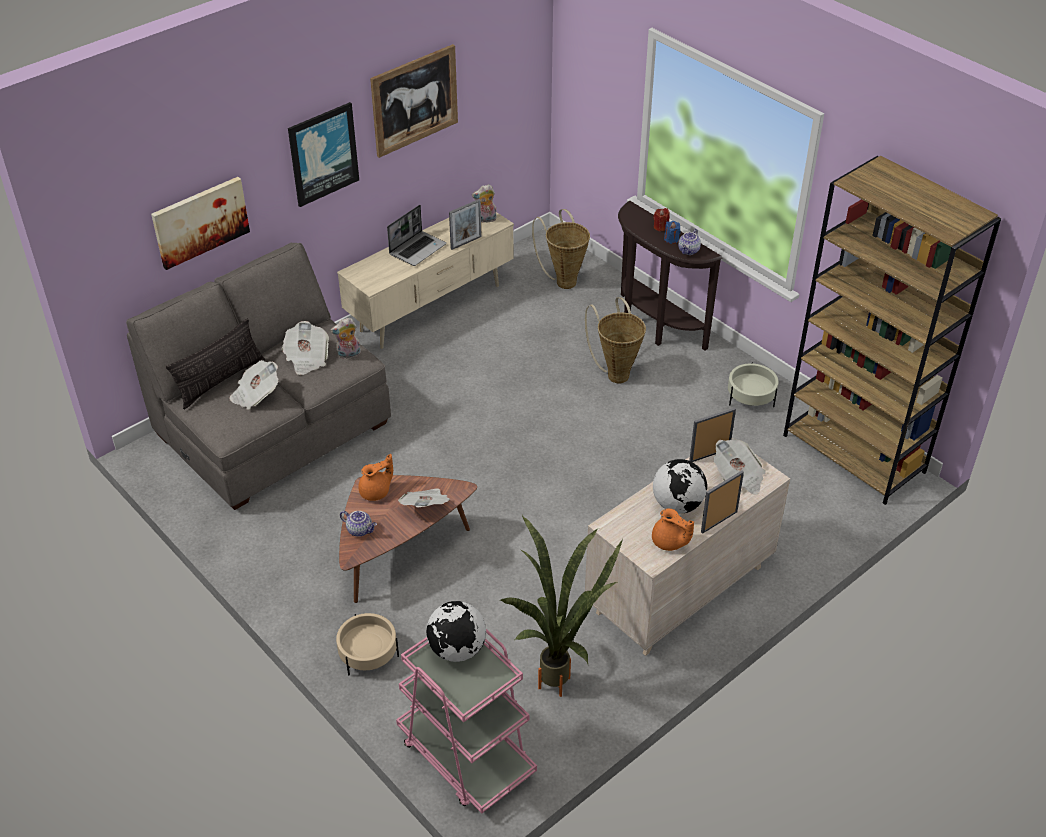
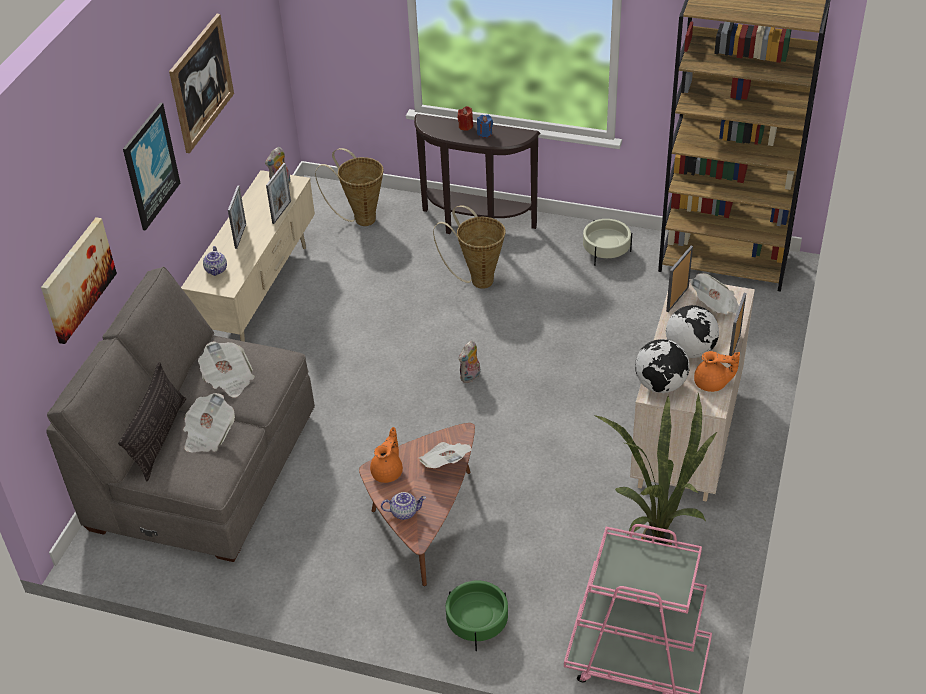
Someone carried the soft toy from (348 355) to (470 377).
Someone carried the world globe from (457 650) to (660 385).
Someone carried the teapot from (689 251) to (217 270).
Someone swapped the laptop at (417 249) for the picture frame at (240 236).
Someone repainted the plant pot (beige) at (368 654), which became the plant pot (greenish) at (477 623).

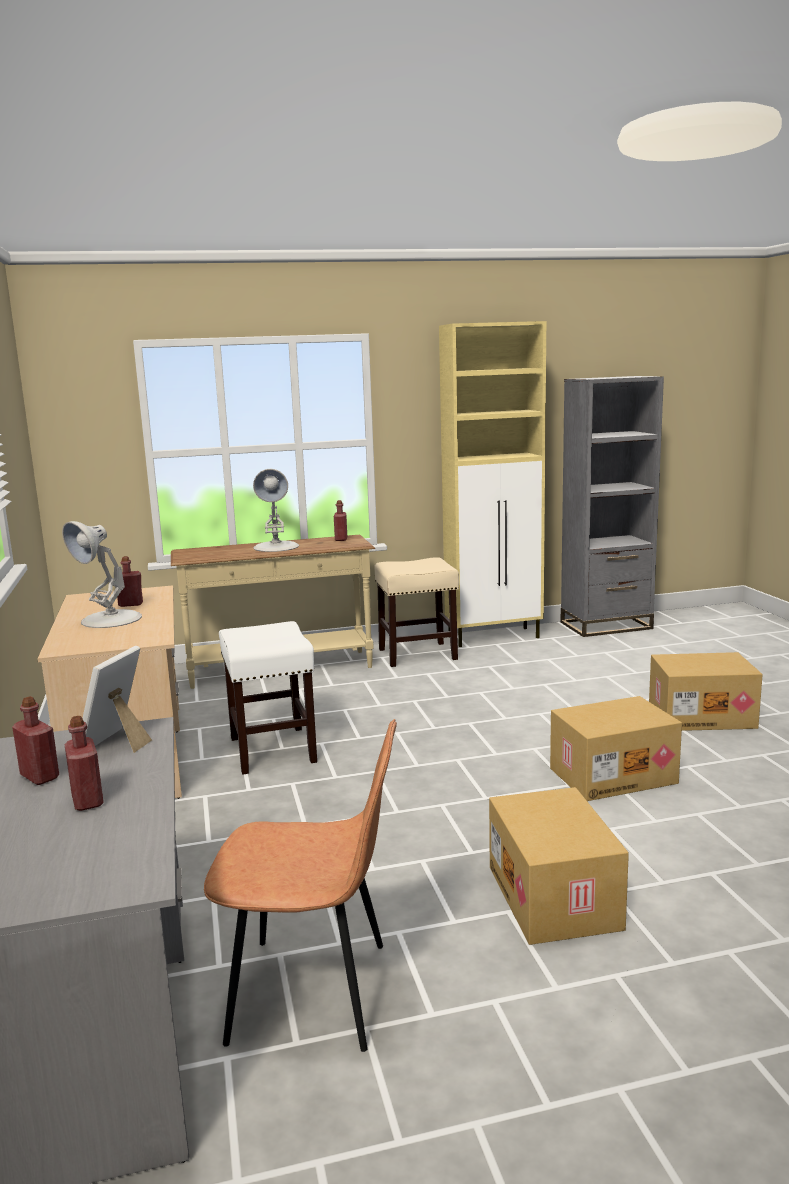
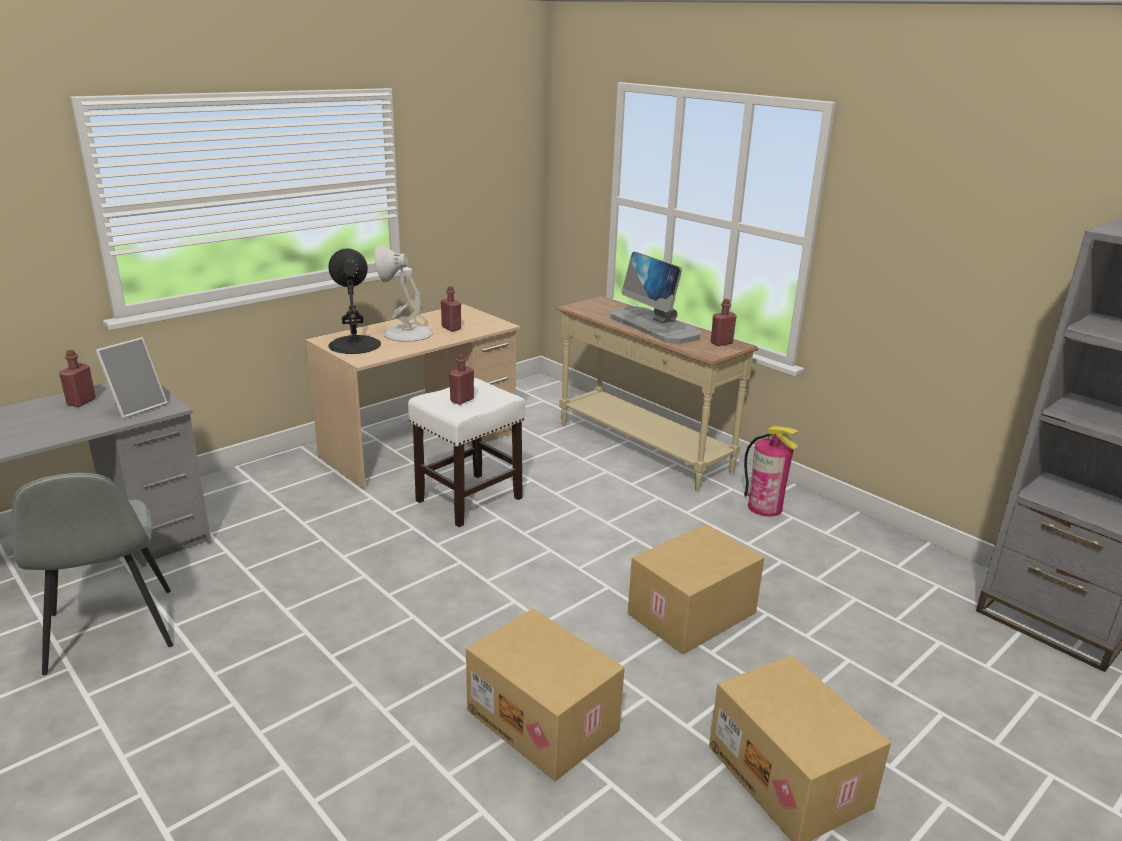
Someone took away the cabinet (beige) at (495 637).
Someone put down the tabletop lamp (black) at (354 344).
Someone carried the bottle (reddish) from (87 801) to (462 400).
Someone carried the packing box from (556 897) to (692 614).
Someone swapped the tabletop lamp (white) at (276 547) for the monitor at (654 326).
Someone swapped the stool seat (beige) at (418 654) for the fire-fighting cylinder at (765 507).
Someone repainted the chair (brown-coloured) at (314 993), which became the chair (gray) at (110 632).
Someone rotated the picture frame at (117 744) by 135 degrees clockwise.

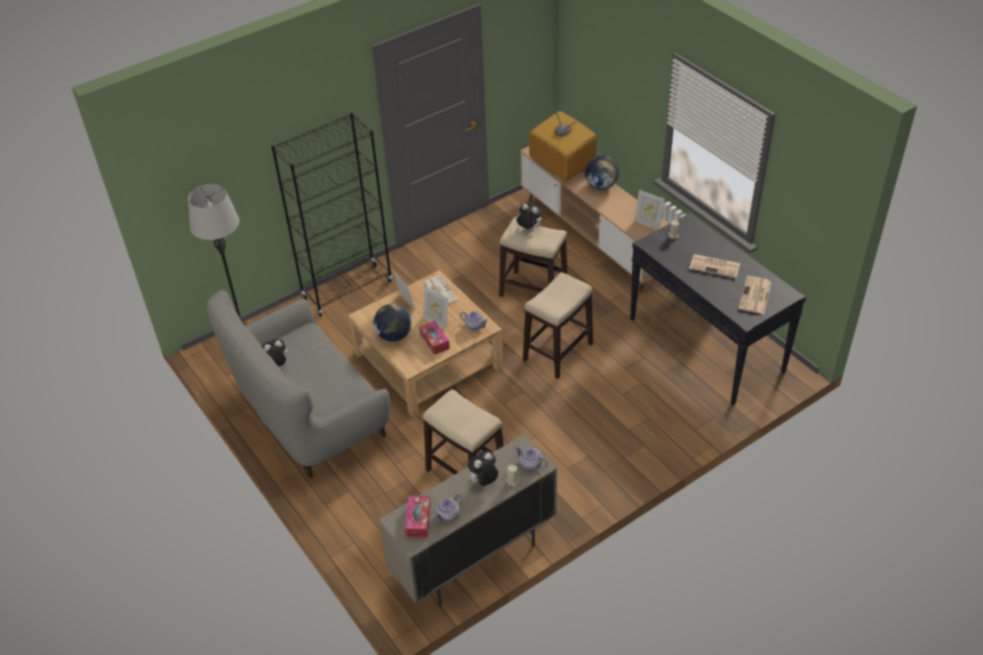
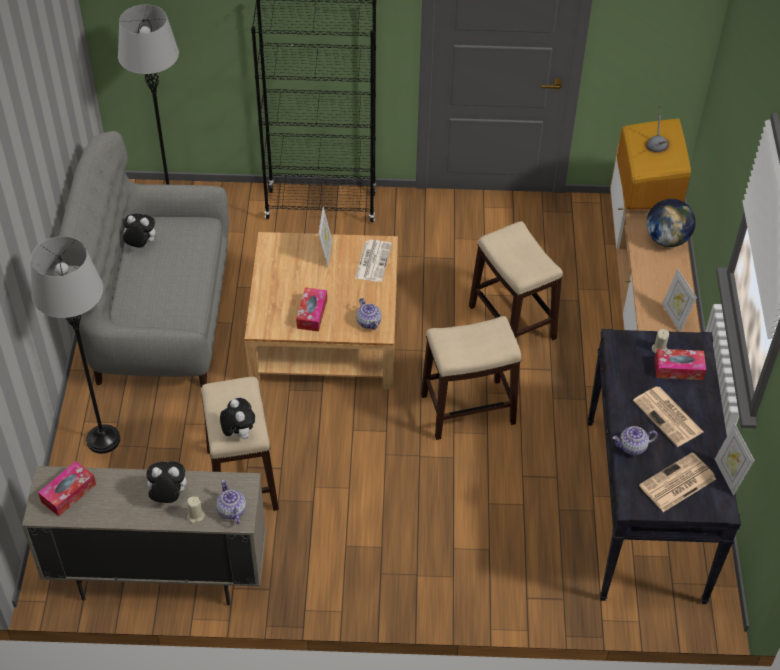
Someone took away the world globe at (394 336).
Someone put down the standing lamp (gray) at (103 440).
Someone put down the tissue holder at (678 369).
Someone carried the picture frame from (436 320) to (728 476).
Someone carried the teapot from (448 515) to (633 447).
Someone carried the soft toy from (529 228) to (238 433).

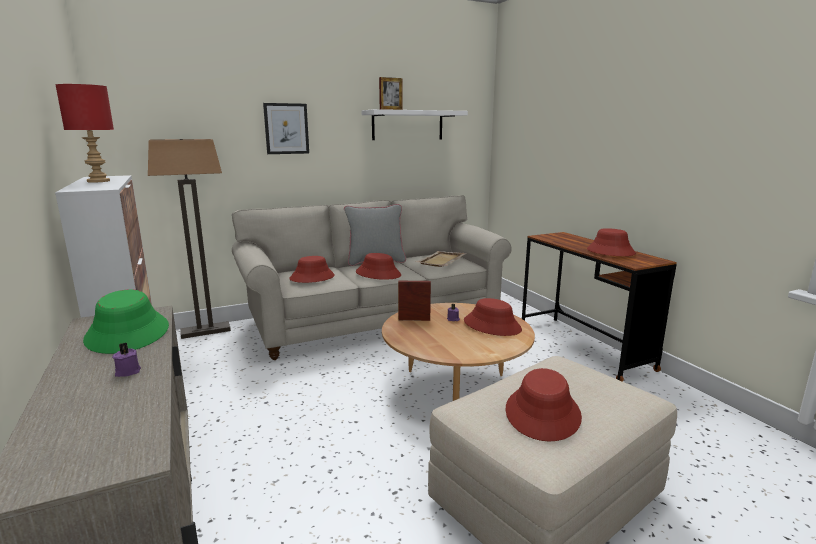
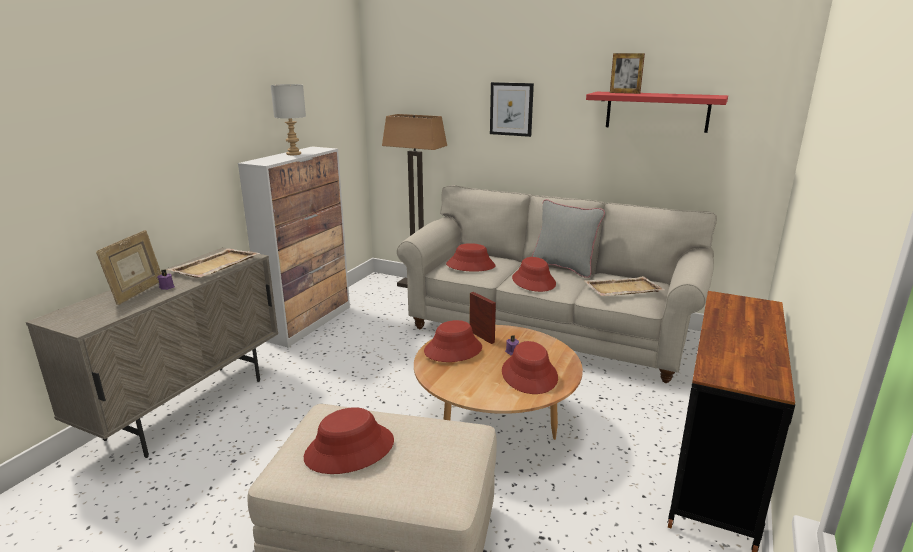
Someone put down the picture frame at (137 292).
Someone carried the wearable hat (reddish) from (610 252) to (453 350).
Someone swapped the wearable hat (greenish) at (128 333) for the serving tray (beige) at (215 265).
Someone repainted the tabletop lamp (reddish) at (99 181), which became the tabletop lamp (gray) at (294 154).
Someone repainted the wall shelf (white) at (407 125), which became the wall shelf (reddish) at (657 111).

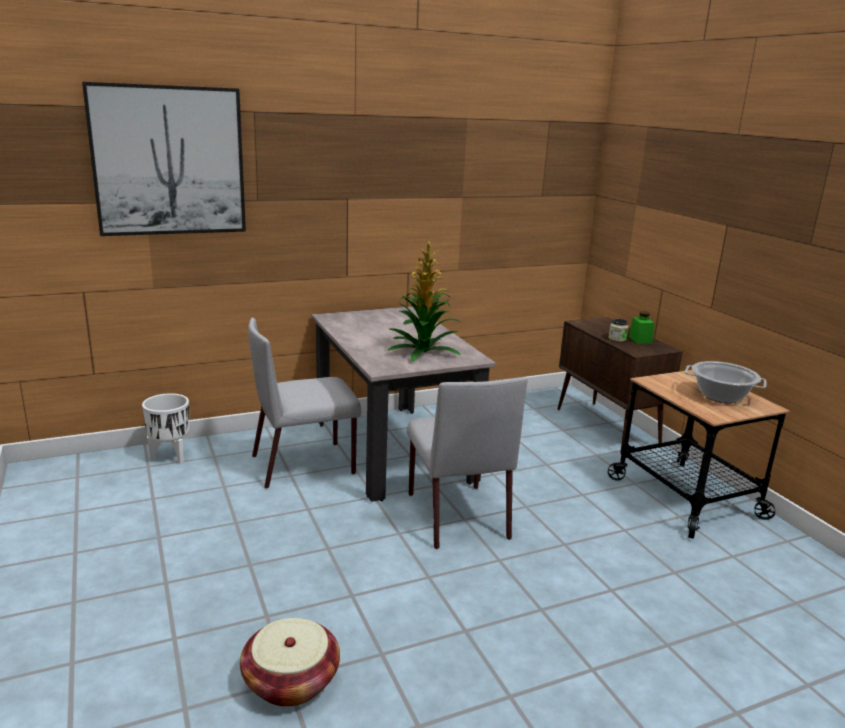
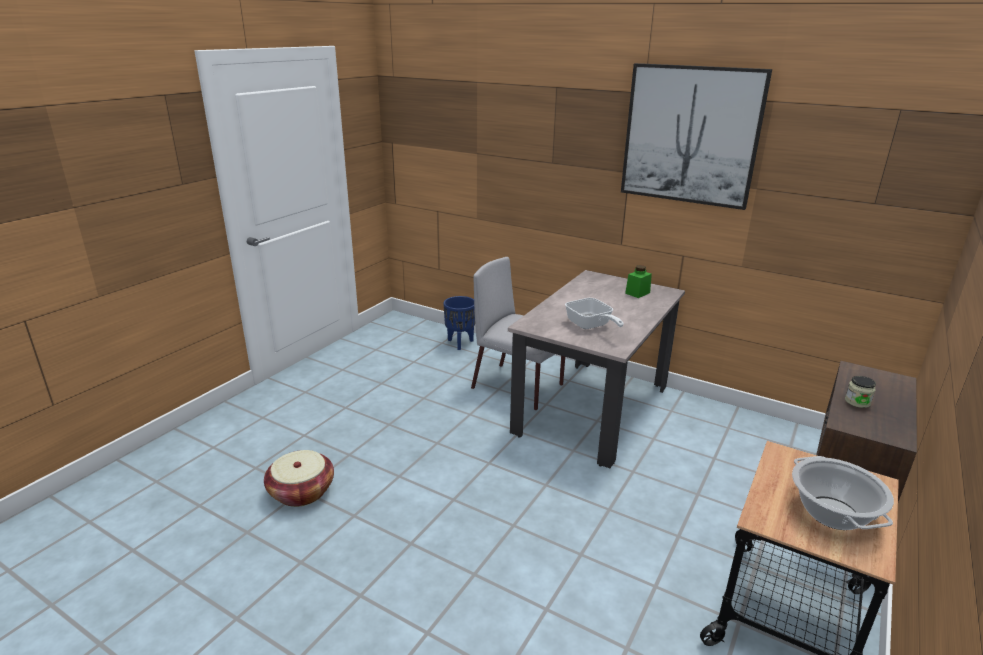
Someone took away the chair (gray) at (456 514).
Someone carried the wall art from (169 161) to (690 135).
Someone carried the storage jar (greenish) from (640 340) to (637 293).
Someone swapped the houseplant at (422 351) for the pan at (590 326).
Someone repainted the plant pot (white) at (171 457), which became the plant pot (bluish) at (460 343).

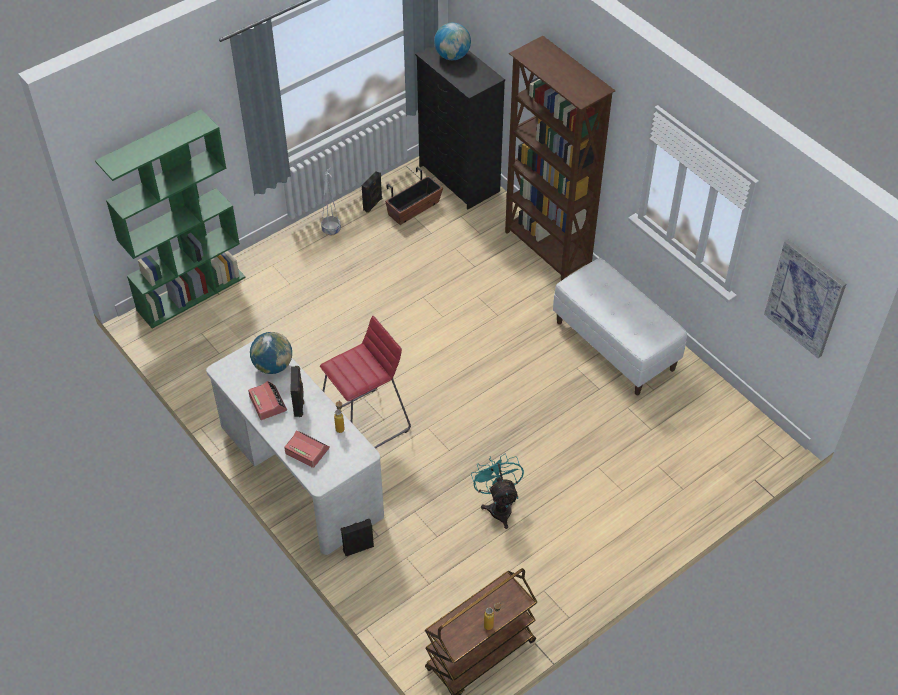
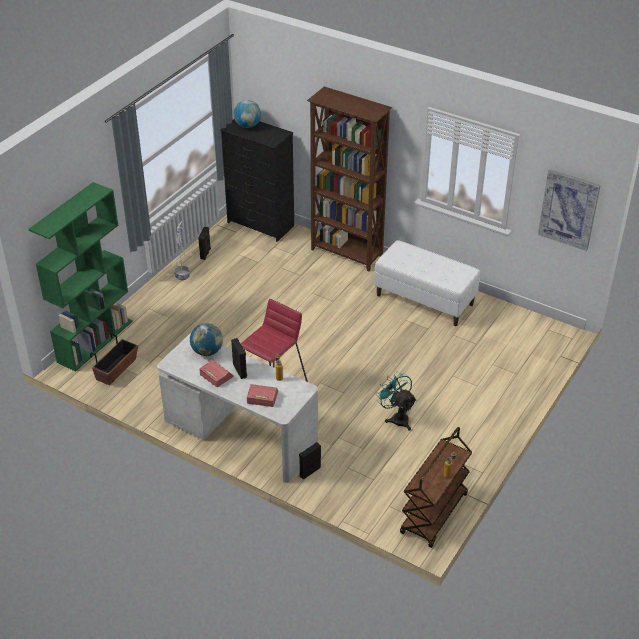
Someone carried the plant pot from (414 209) to (116 369).

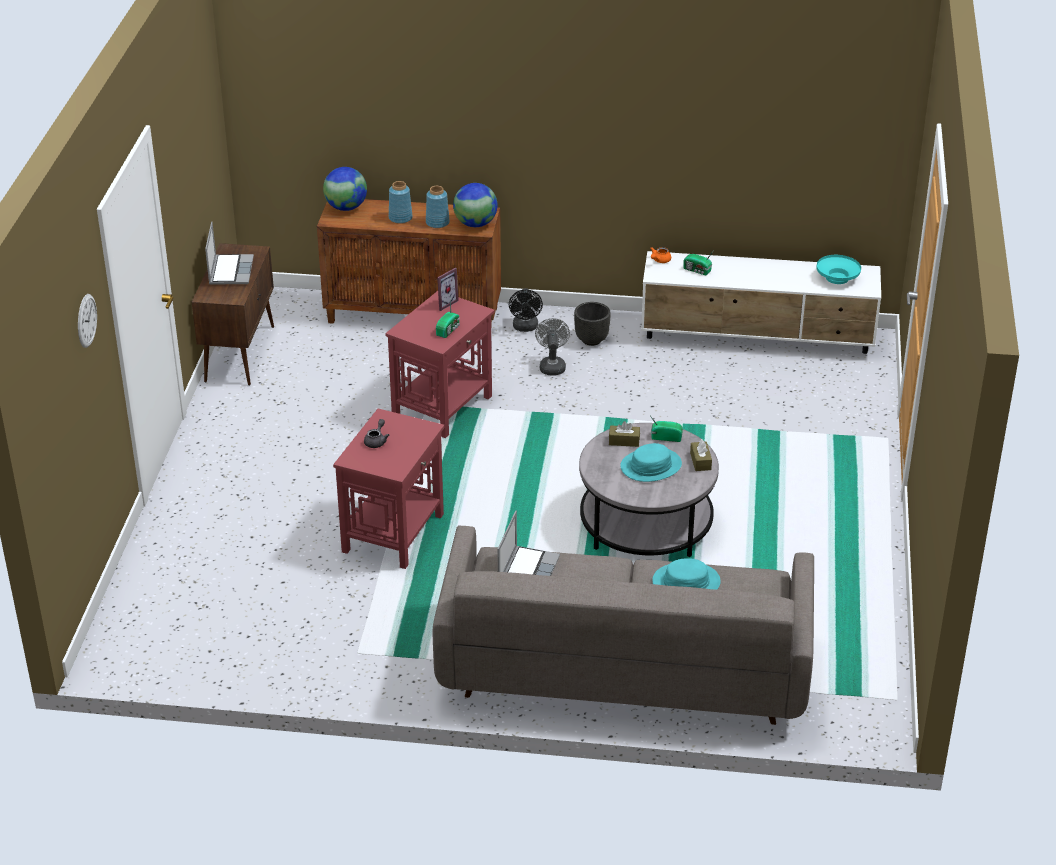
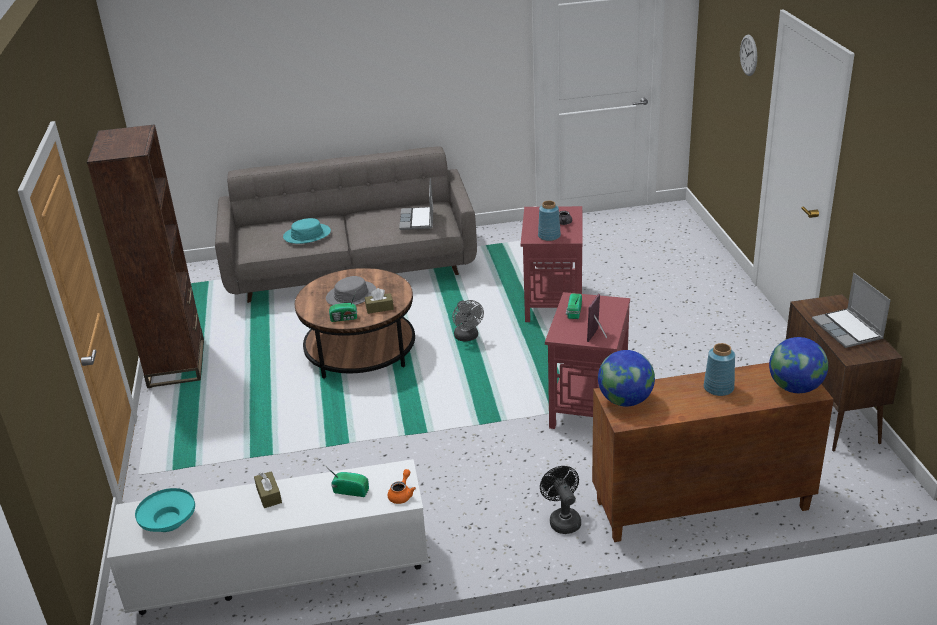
Someone took away the plant pot (black) at (592 340).
Someone put down the bookcase (brown-coloured) at (177 363).
Someone carried the vase (bluish) from (438 223) to (548 236).
Someone carried the cooling fan (gray) from (552 366) to (467 337).
Someone carried the tissue holder (brown-coloured) from (700 461) to (269 495).
Someone repainted the coffee table (gray) at (646 523), which became the coffee table (brown-coloured) at (360 351).
Someone repainted the wearable hat (turquoise) at (651 466), which became the wearable hat (gray) at (351 295).

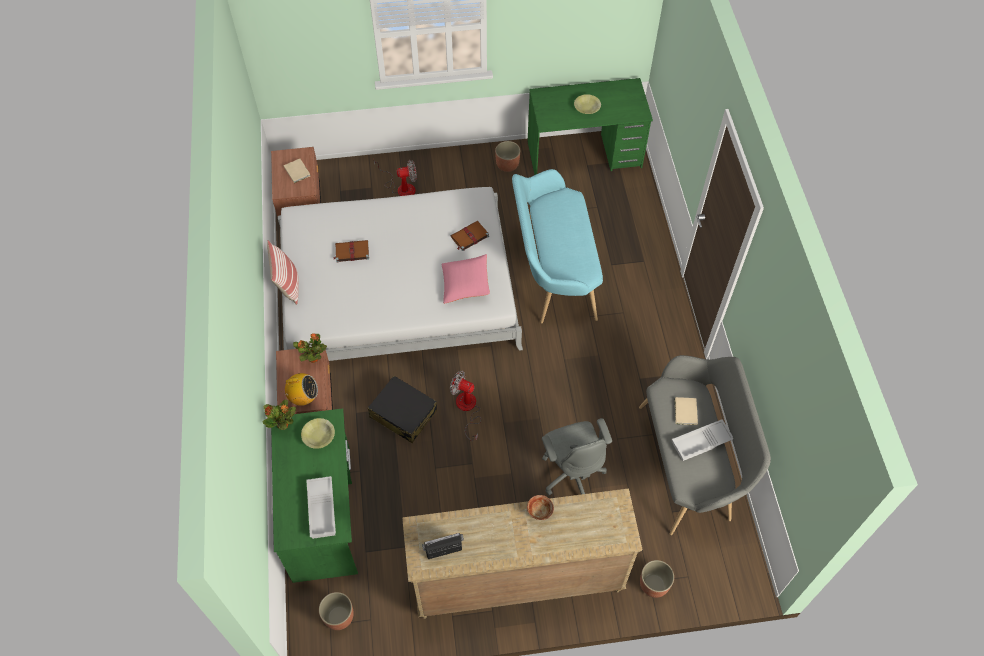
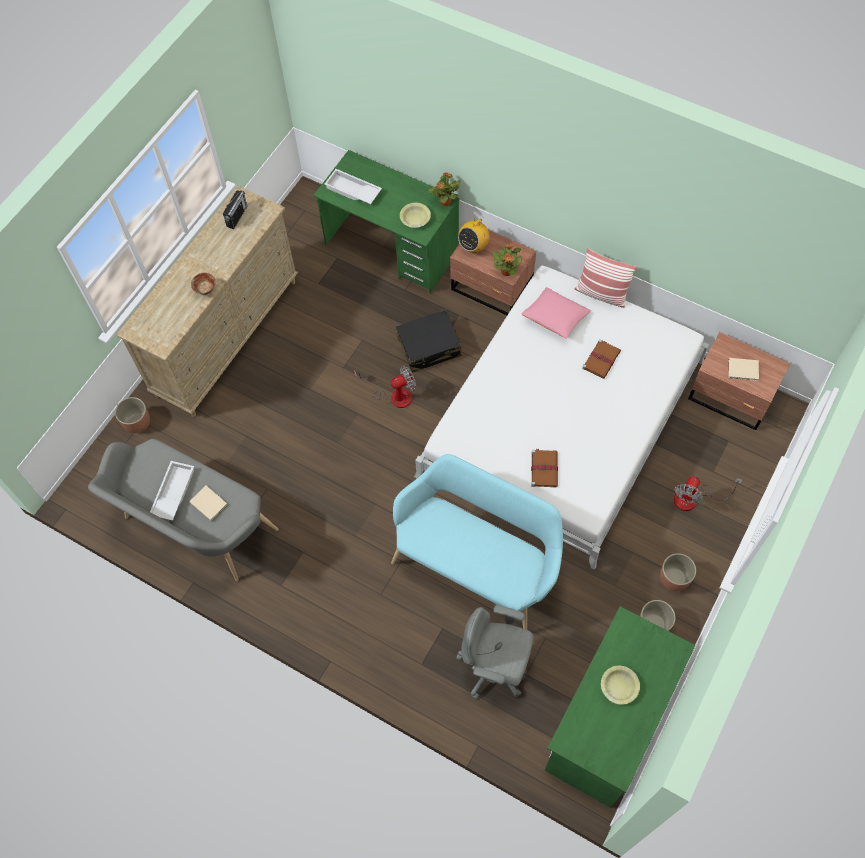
Someone carried the plant pot from (338 616) to (674 578).
Someone carried the cushion (pink) from (465 284) to (555 318).
Someone carried the computer chair (gray) from (572 473) to (494 667).

